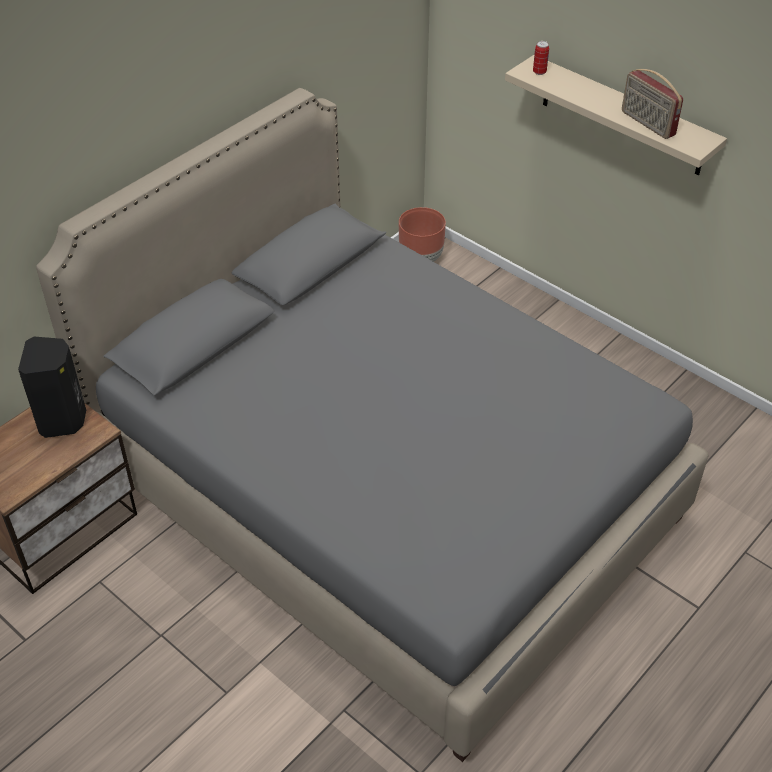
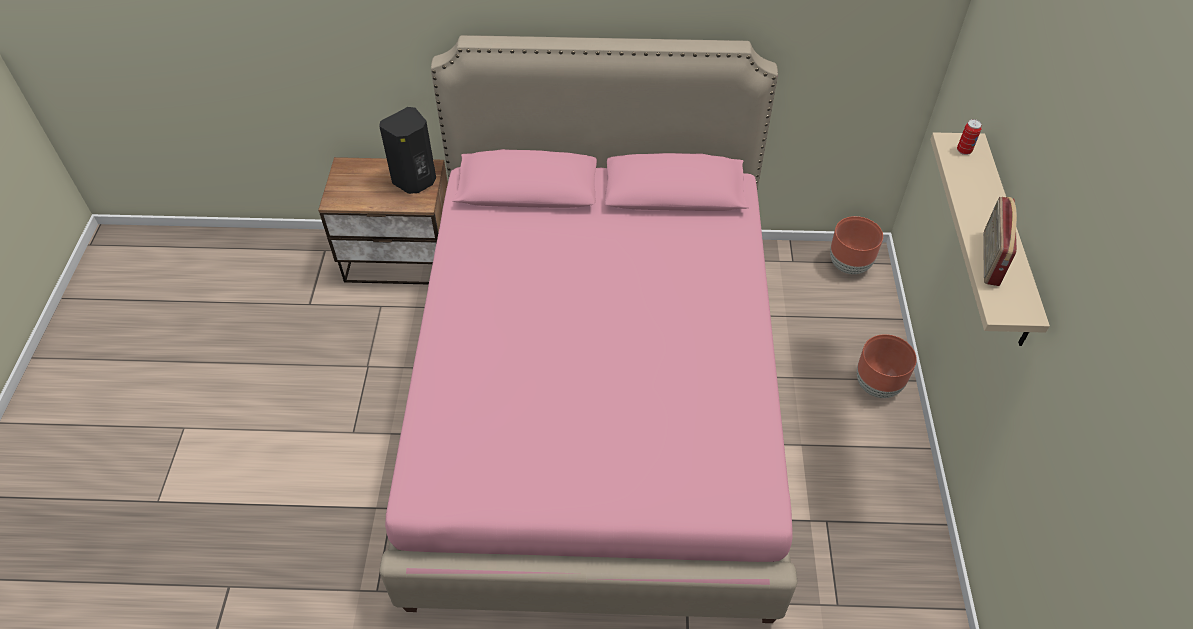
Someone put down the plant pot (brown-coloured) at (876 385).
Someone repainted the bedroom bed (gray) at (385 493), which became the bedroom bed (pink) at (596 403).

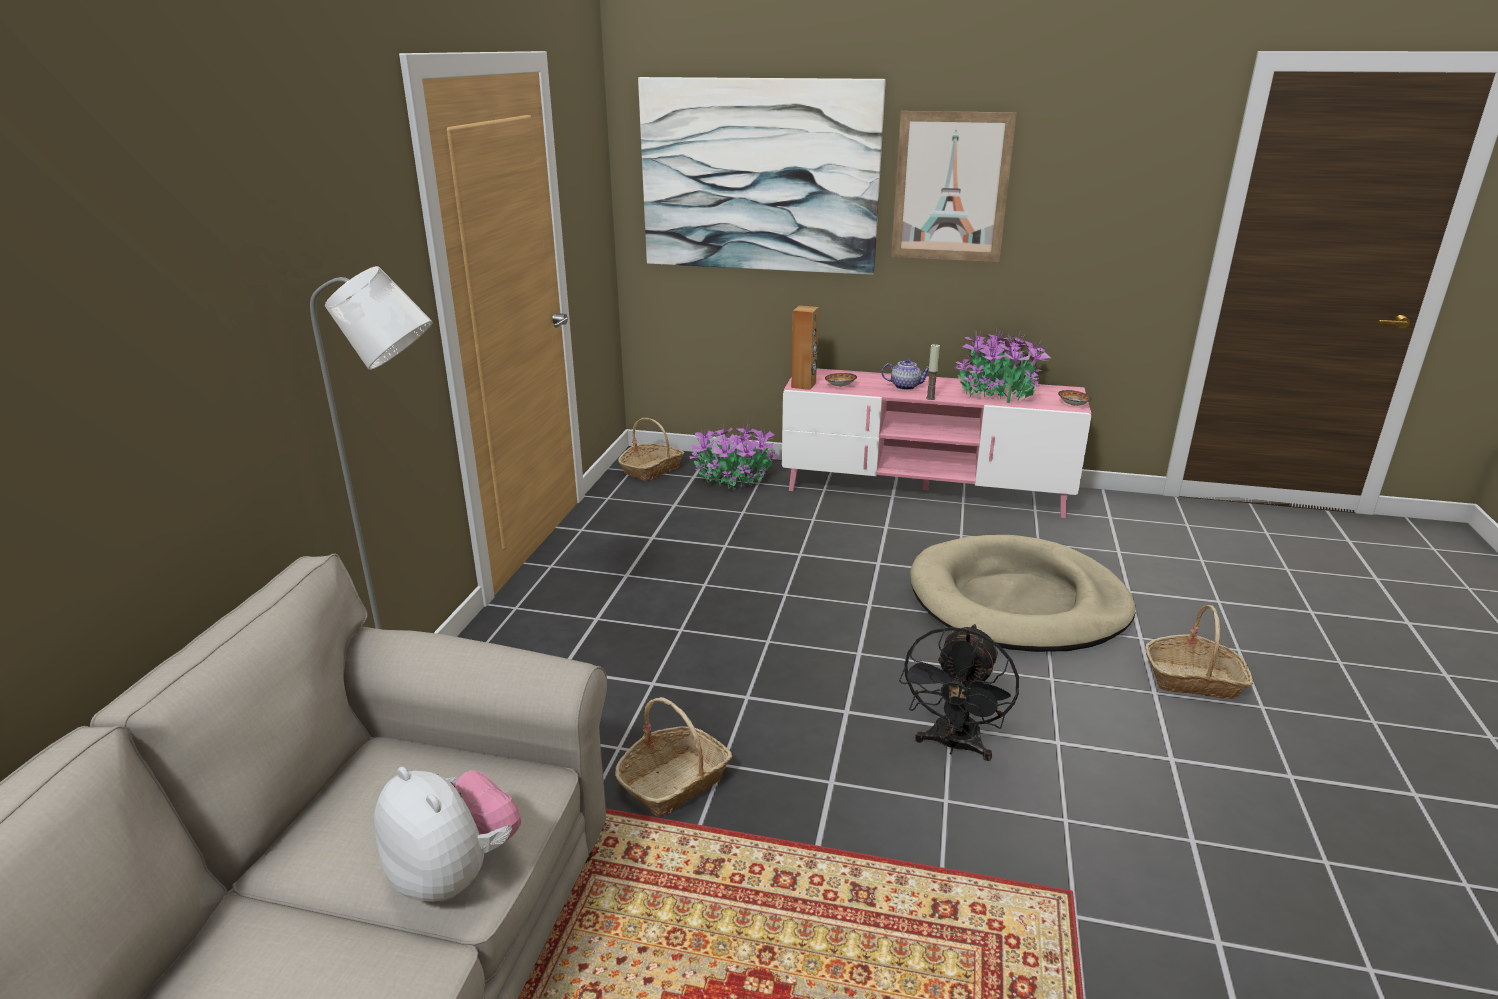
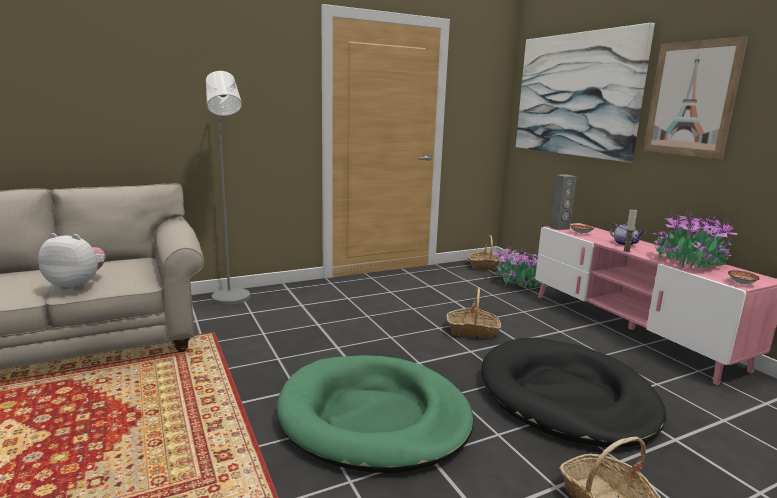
Someone carried the household basket from (675 782) to (472 331).
Someone swapped the cooling fan (black) at (953 745) for the dog bed (greenish) at (374 417).
Someone repainted the loudspeaker (brown-coloured) at (804 385), which became the loudspeaker (gray) at (559 228).
Someone repainted the dog bed (beige) at (1017 601), which became the dog bed (black) at (566 396).
Someone rotated the soft toy at (454 873) by 90 degrees counterclockwise.

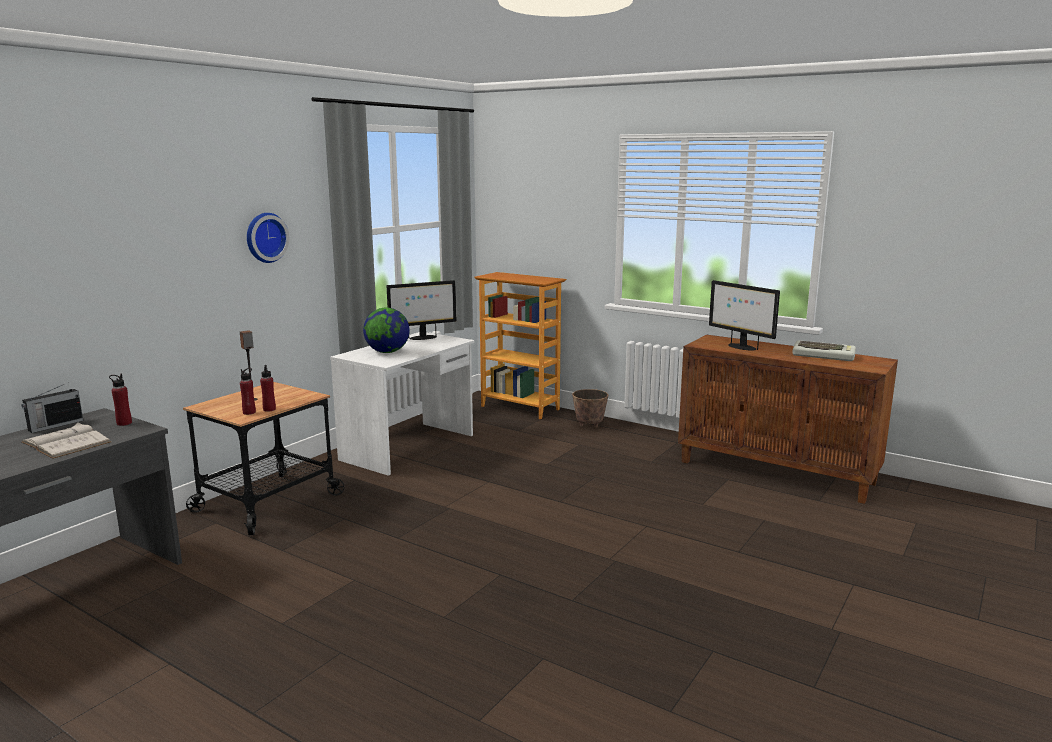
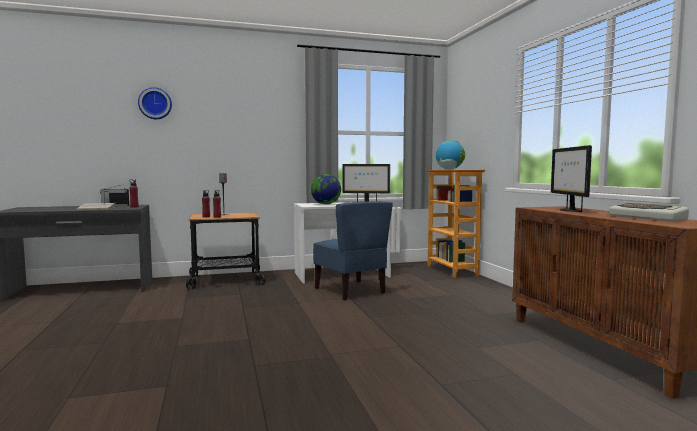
Someone took away the plant pot at (589 425).
Someone put down the chair (bluish) at (351 291).
Someone put down the world globe at (450 169).
Someone carried the clock on the wall from (265 237) to (155 103).

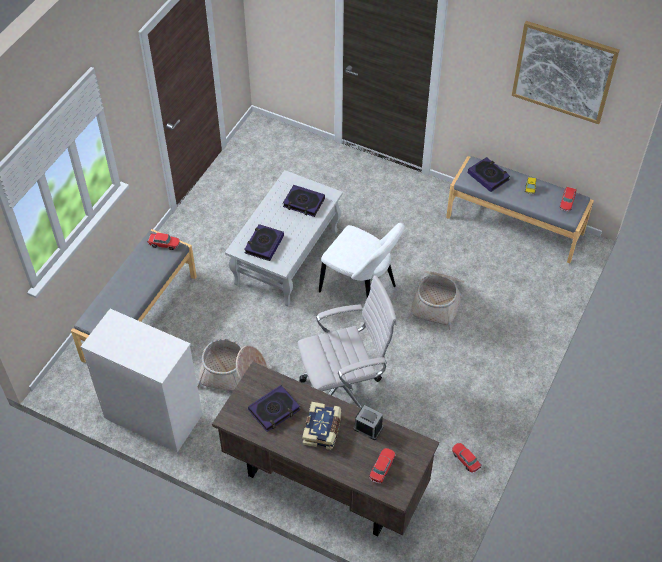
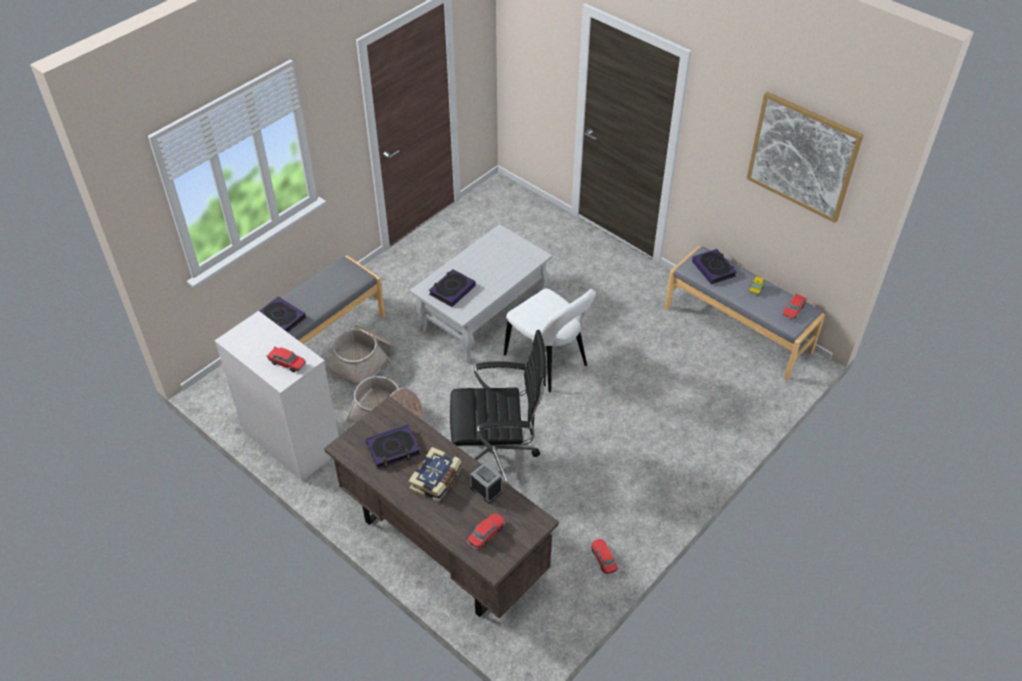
Someone carried the toy car from (164 244) to (287 363).
Someone carried the bound book from (303 203) to (281 318).
Someone carried the household basket from (437 301) to (364 361).
Someone repainted the computer chair (white) at (345 389), which became the computer chair (black) at (497 457).

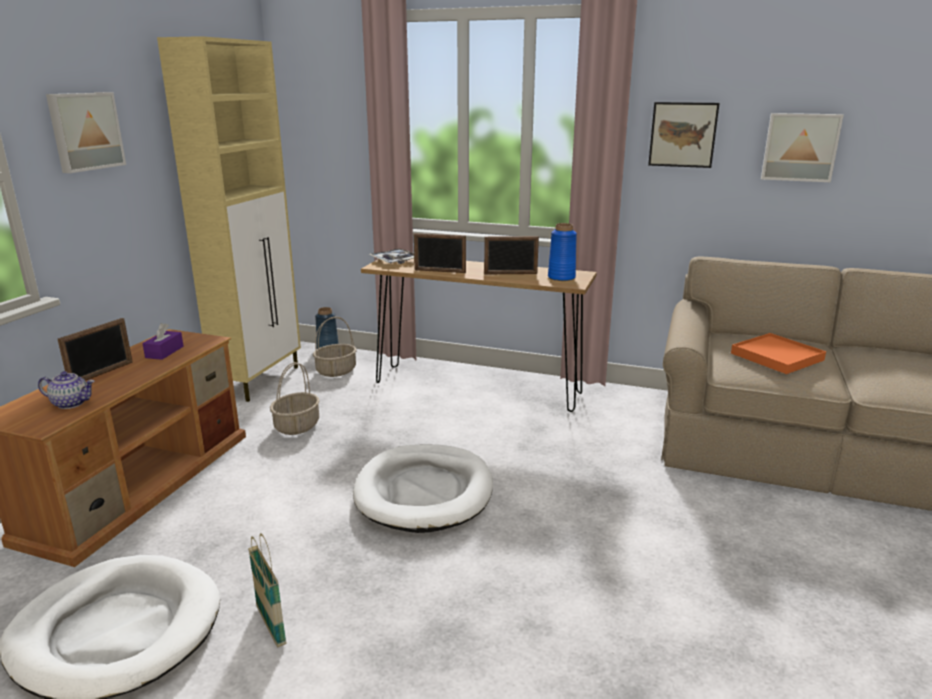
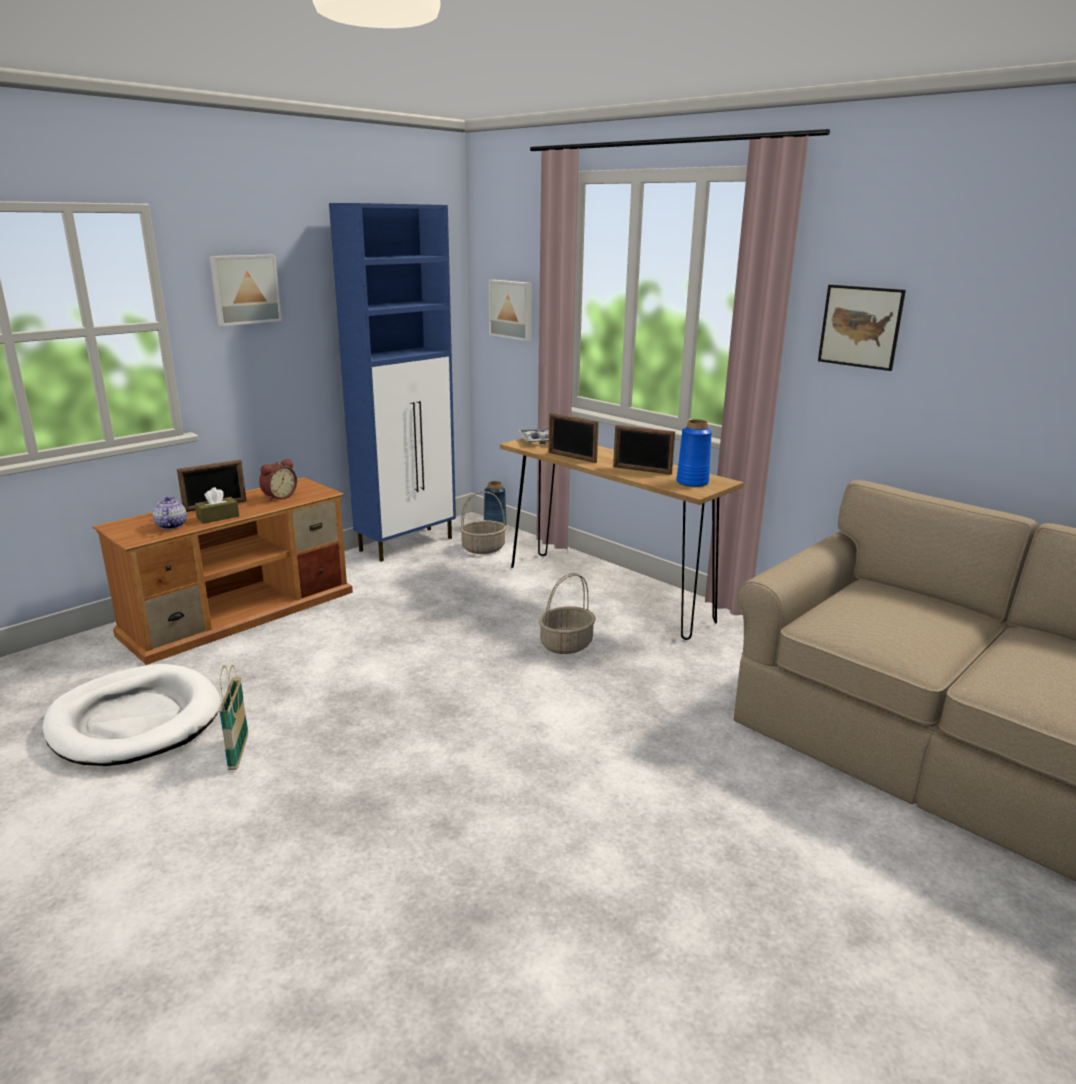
Someone took away the dog bed (white) at (424 492).
Someone took away the serving tray (orangey) at (777 357).
Someone put down the tissue holder (brown-coloured) at (218 517).
Someone carried the household basket from (297 426) to (566 644).
Someone carried the wall art from (800 147) to (512 309).
Someone swapped the tissue holder (purple) at (164 352) for the alarm clock at (278 496).
Someone repainted the cabinet (beige) at (260 380), which became the cabinet (bluish) at (407 544).
Someone rotated the teapot at (71 403) by 135 degrees counterclockwise.

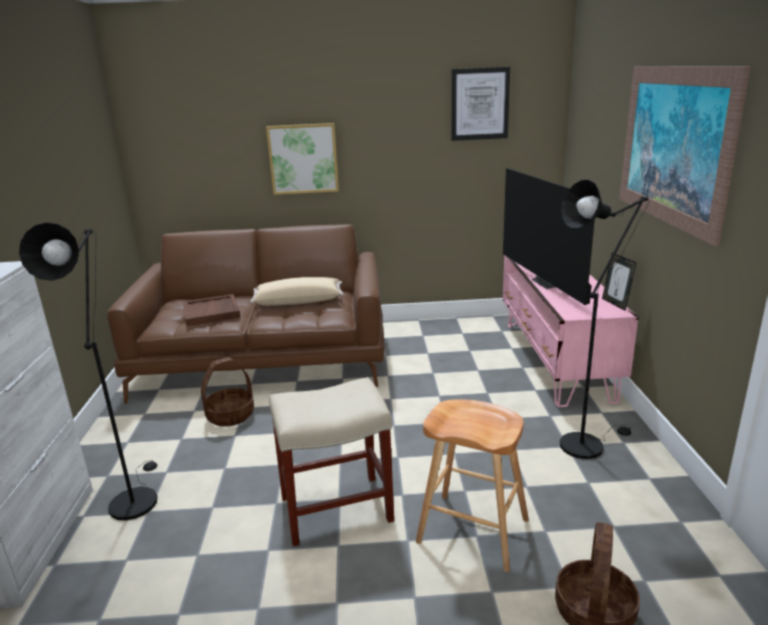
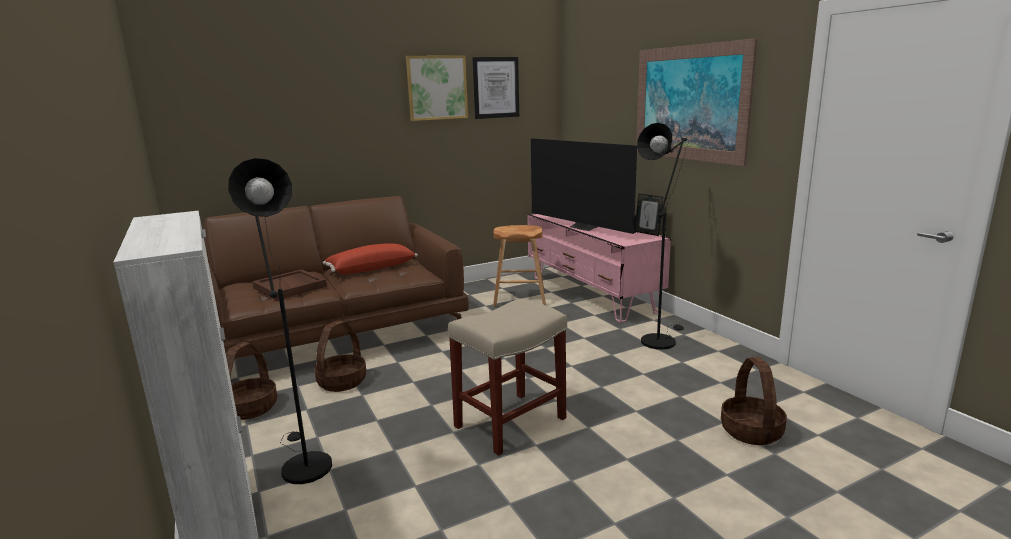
Someone put down the household basket at (250 408).
Someone carried the wall art from (303 159) to (437 88).
Someone carried the stool seat (brown-coloured) from (472 531) to (519 299).
Someone repainted the cushion (beige) at (298 301), which became the cushion (reddish) at (371 268).

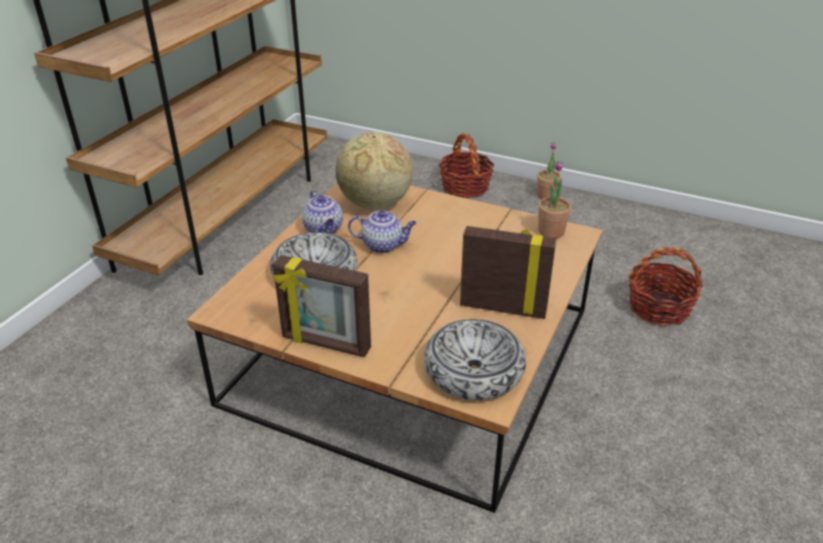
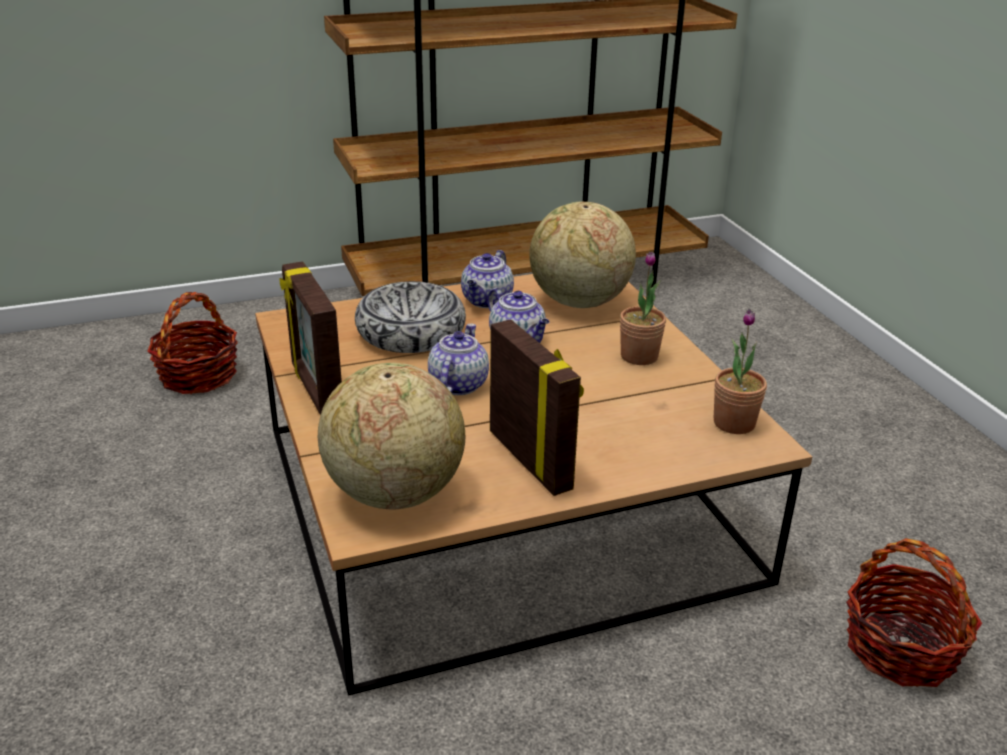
Someone put down the teapot at (457 384).
Someone carried the household basket from (465 187) to (198 375).
Someone carried the houseplant from (546 196) to (639 356).
Someone swapped the bowl at (473 370) for the world globe at (394 493).

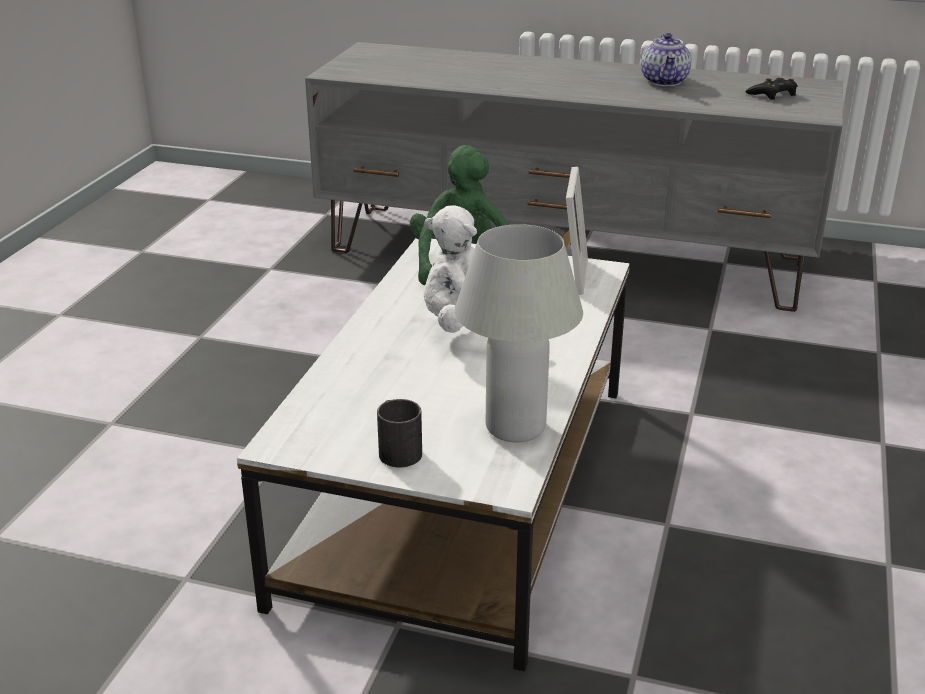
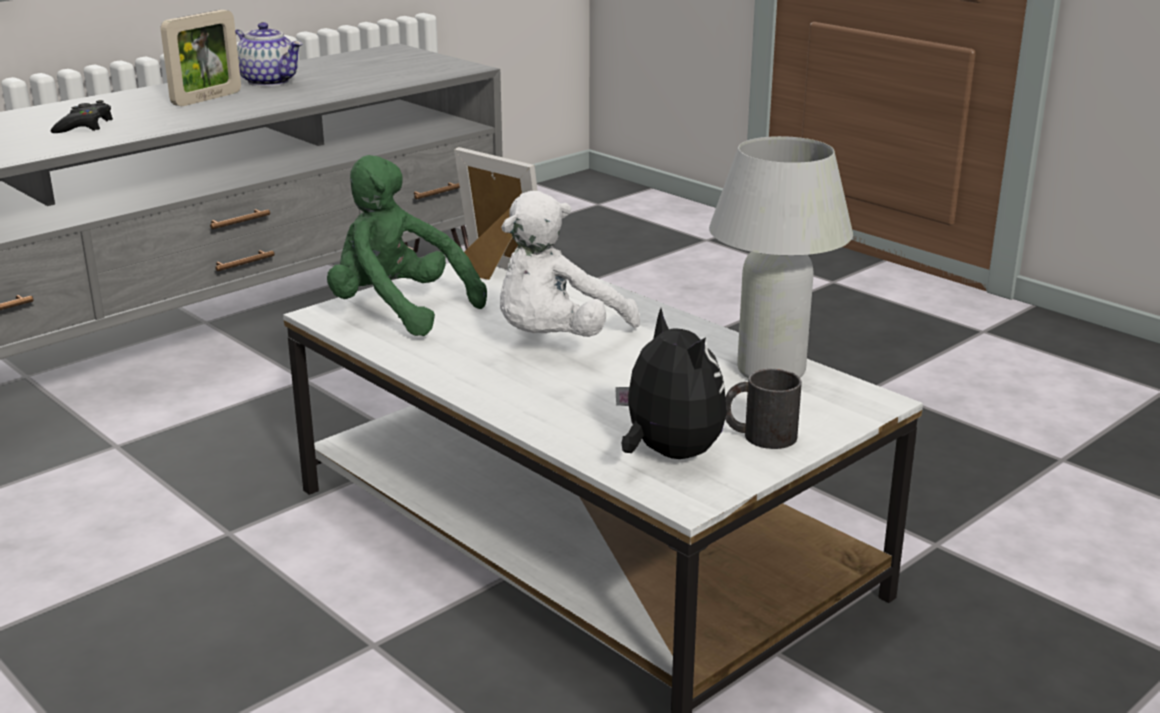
Someone put down the picture frame at (207 99).
Someone put down the soft toy at (668 454).
Someone carried the gamepad (black) from (773 94) to (84 126).

